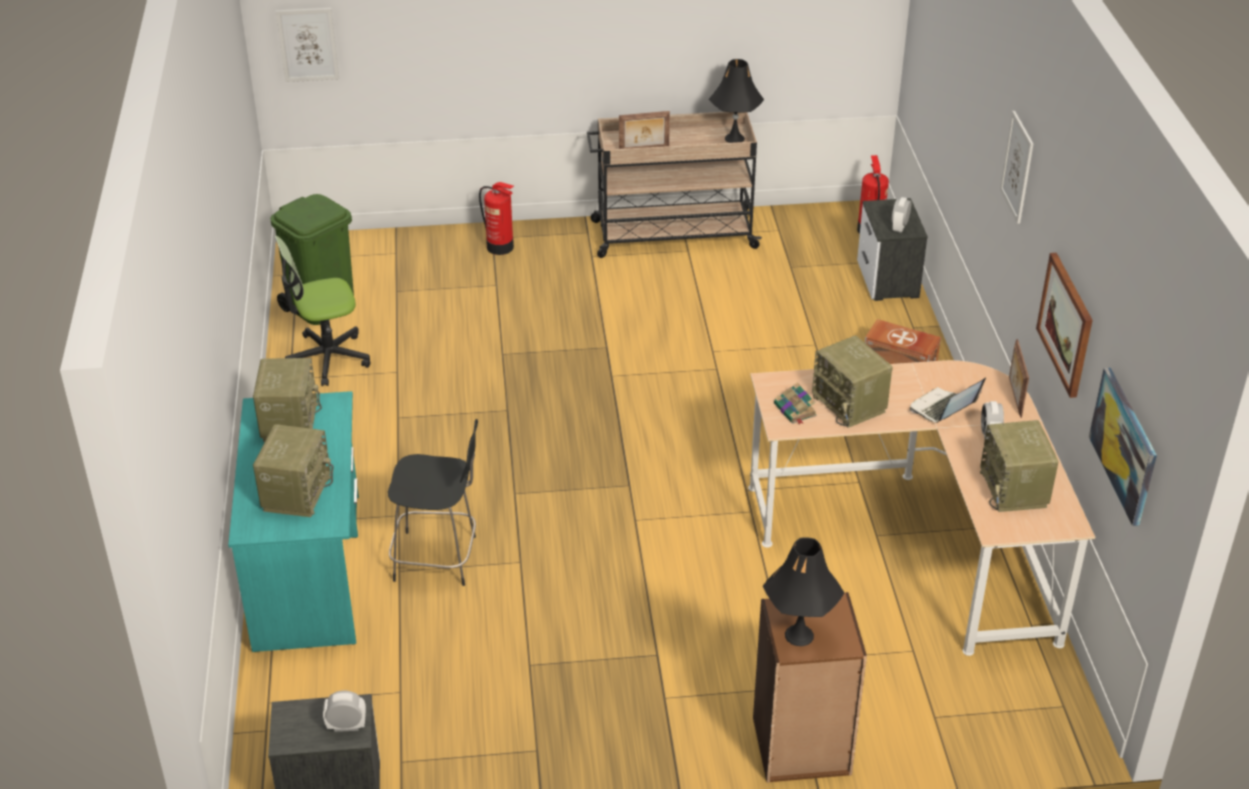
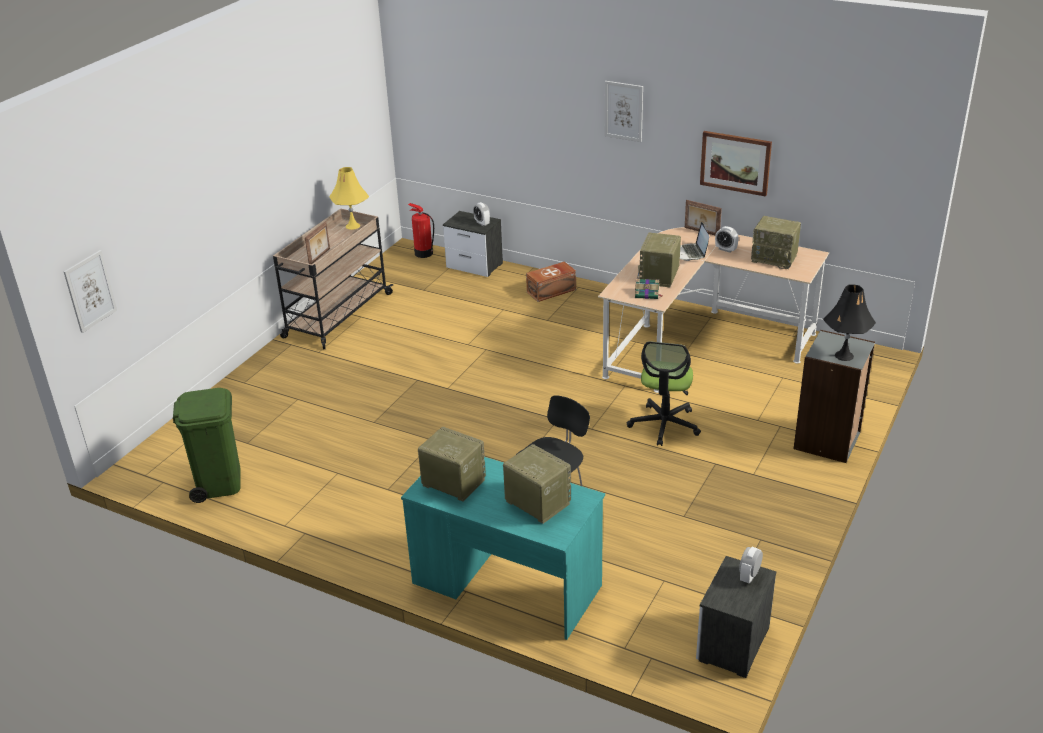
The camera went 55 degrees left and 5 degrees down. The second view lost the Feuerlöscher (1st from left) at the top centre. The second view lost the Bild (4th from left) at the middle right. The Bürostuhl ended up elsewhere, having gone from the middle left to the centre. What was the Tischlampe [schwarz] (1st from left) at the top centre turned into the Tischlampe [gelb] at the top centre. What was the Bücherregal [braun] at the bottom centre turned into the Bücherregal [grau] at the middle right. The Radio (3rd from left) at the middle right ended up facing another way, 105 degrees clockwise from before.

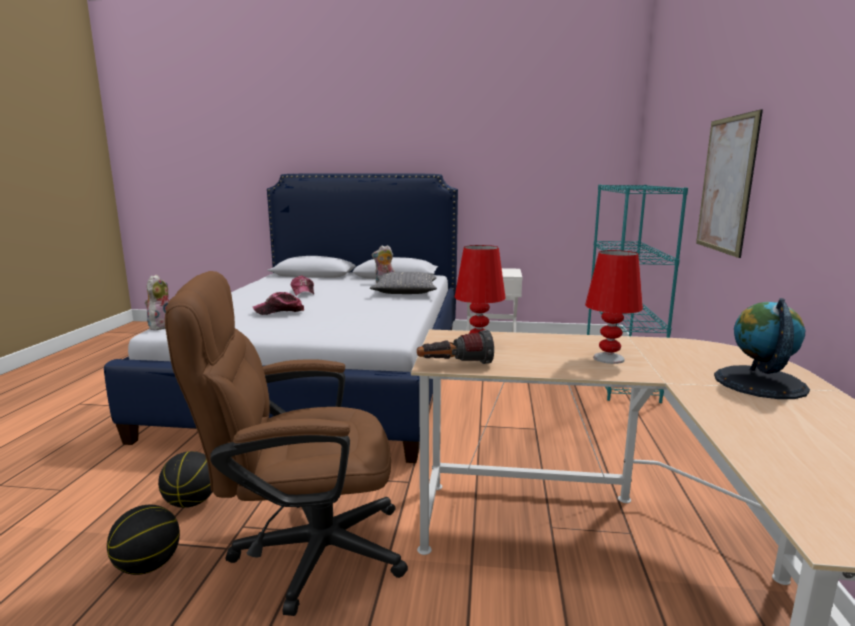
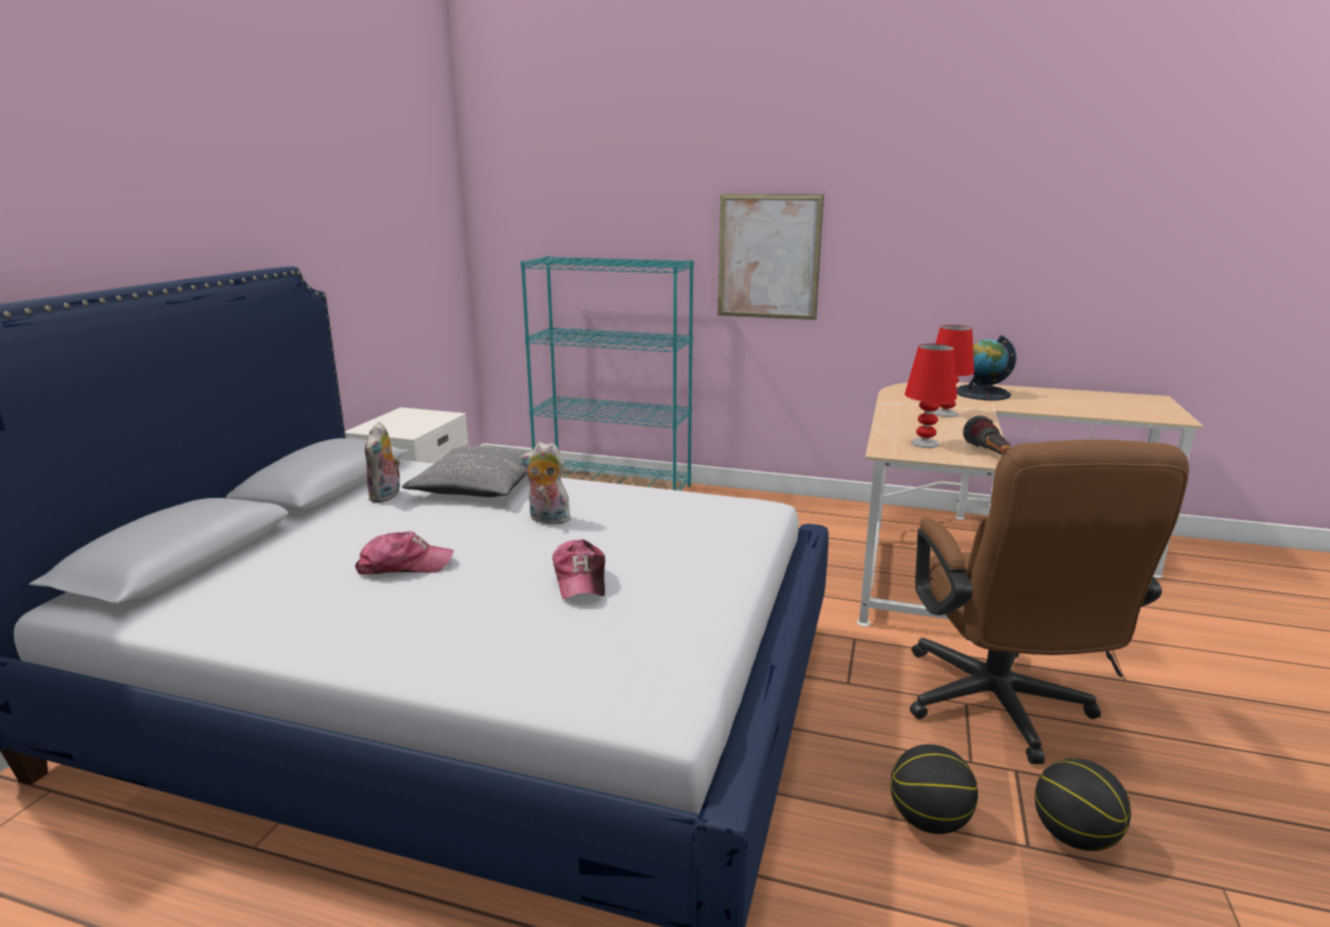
The camera went 80 degrees left and 5 degrees up. The Plüschtier (1st from left in the first image) ended up elsewhere, having gone from the middle left to the centre.

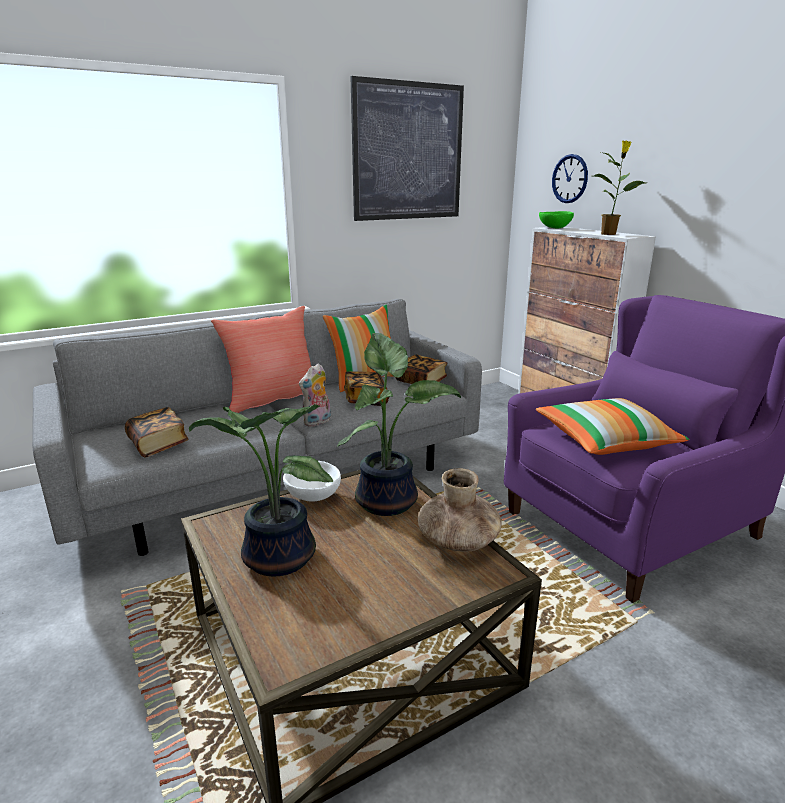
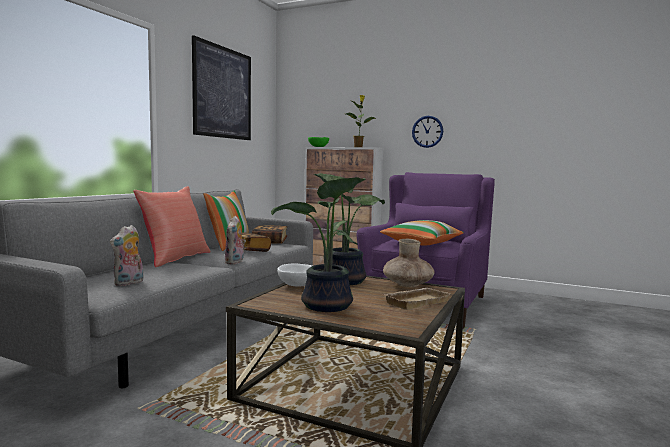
The camera went 35 degrees left and 15 degrees down. The second view gained the Tablett [beige] at the bottom centre. The Wanduhr ended up elsewhere, having gone from the top right to the top centre. Where the Buch (1st from left) stood at the middle left, the Plüschtier (1st from left) came to stand at the middle left.

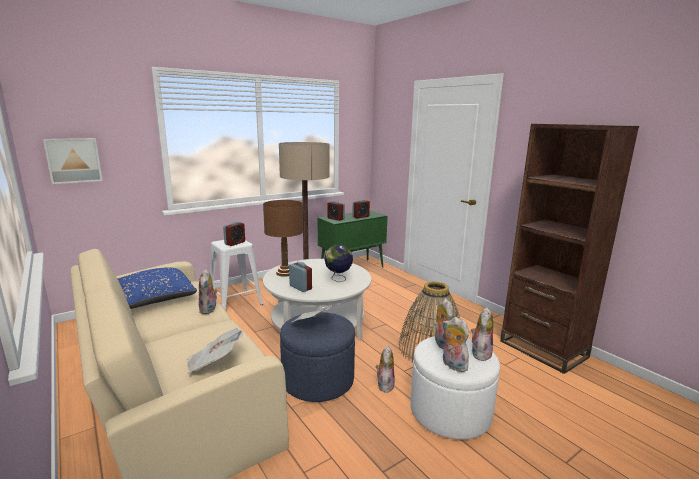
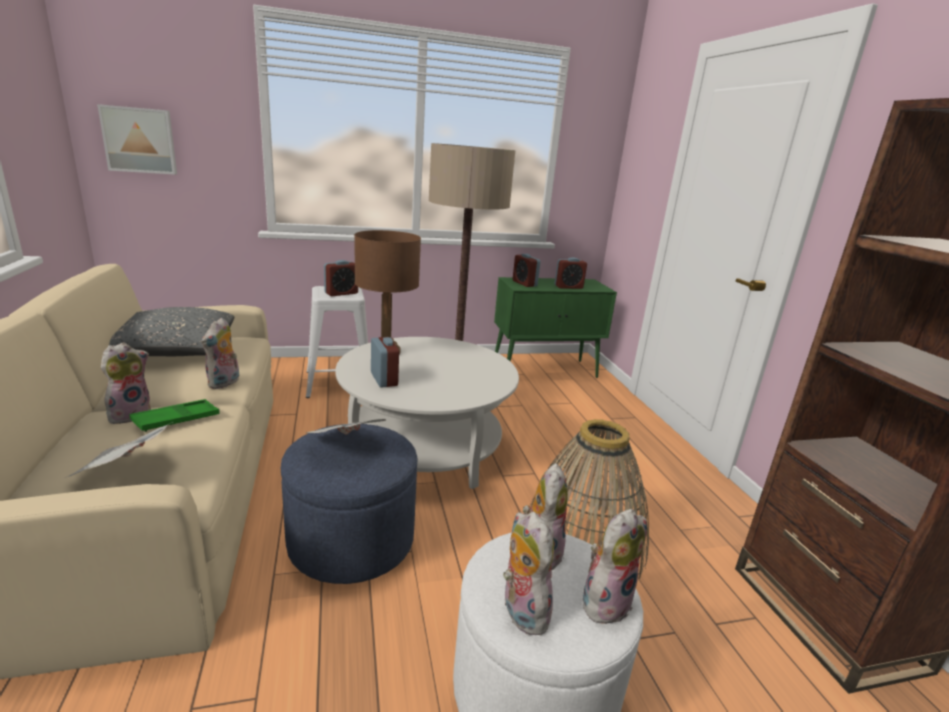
The camera went 20 degrees right and 5 degrees up. The second view lost the Globus at the centre. The second view gained the Tablett [grün] at the middle left. The Plüschtier (2nd from left in the first image) ended up elsewhere, having gone from the bottom centre to the middle left. What was the Kissen [blau] at the middle left turned into the Kissen [grau] at the middle left.

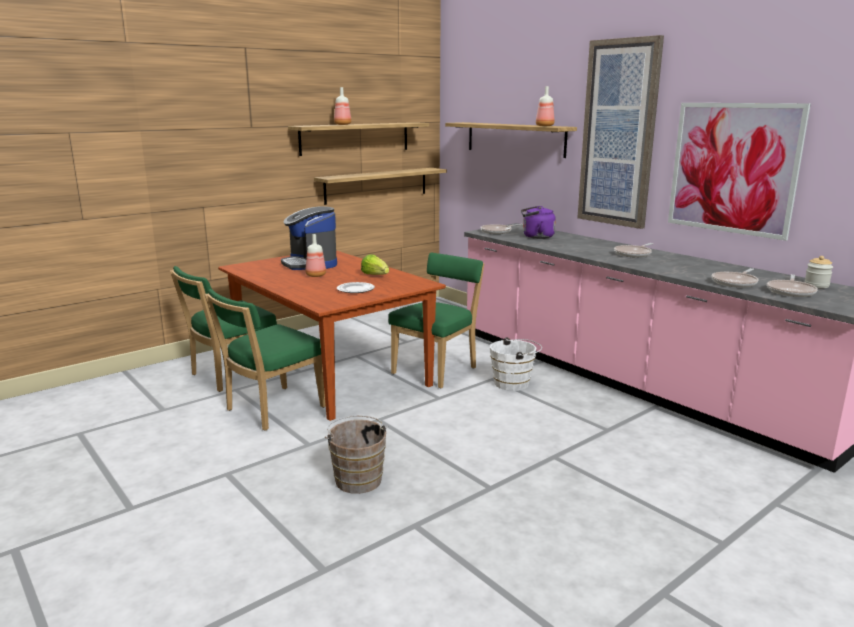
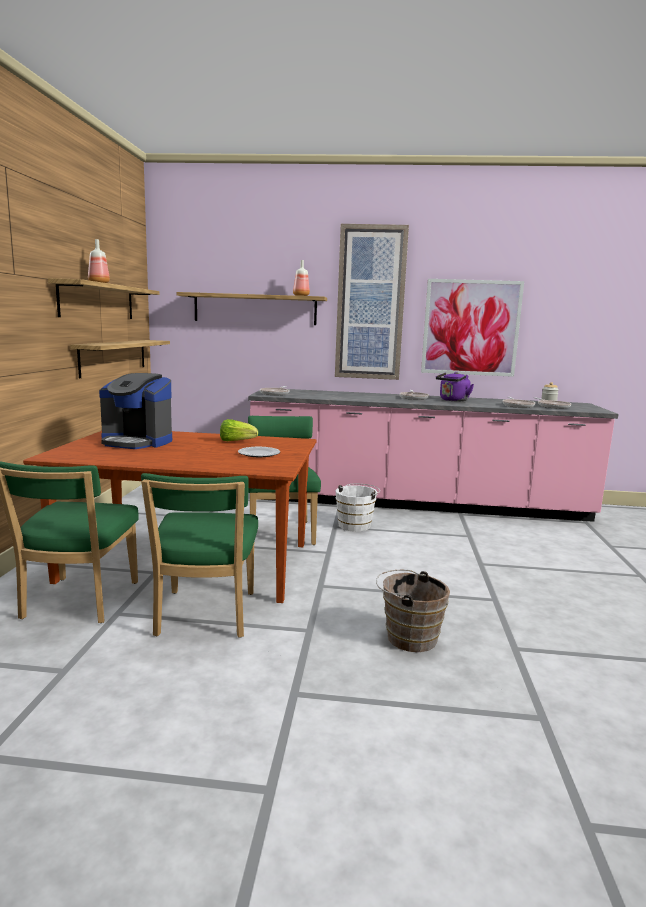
The camera went 45 degrees left and 5 degrees down. The second view lost the Flasche (1st from left) at the centre. The Wasserkessel [lila] ended up elsewhere, having gone from the centre to the middle right.

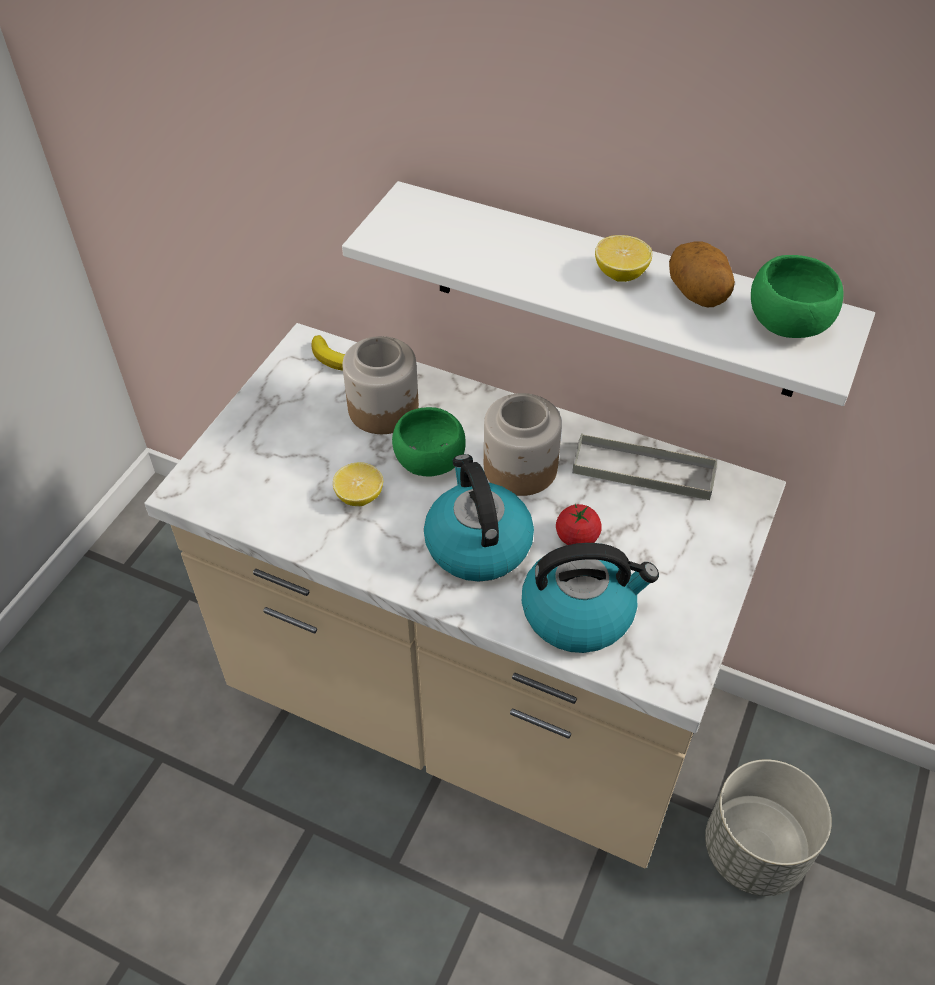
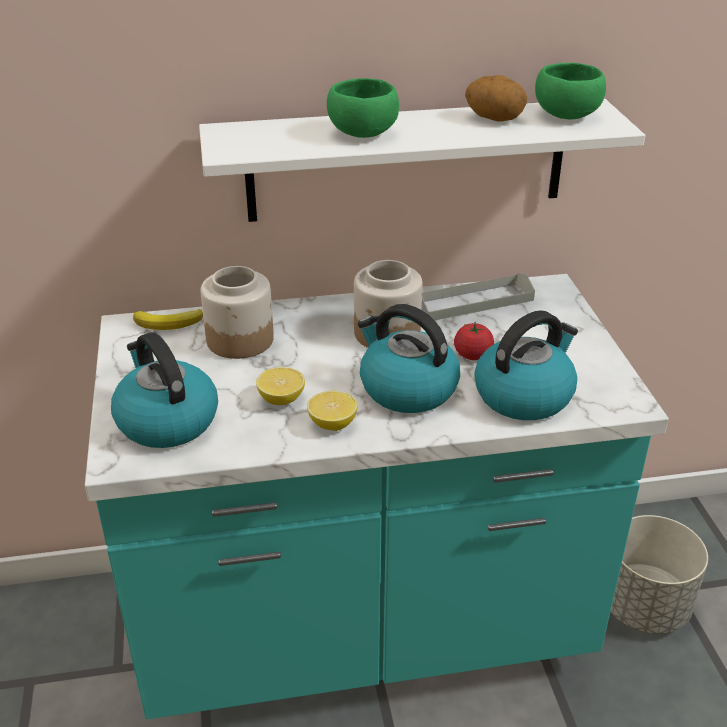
The camera went 35 degrees left and 15 degrees down. The second view gained the Wasserkessel (1st from left) at the middle left. The Schüssel [grün] (1st from left) ended up elsewhere, having gone from the centre to the top centre. The Zitrone (2nd from left) ended up elsewhere, having gone from the top centre to the centre. What was the Küchenzeile [beige] at the centre turned into the Küchenzeile [türkis] at the bottom centre.

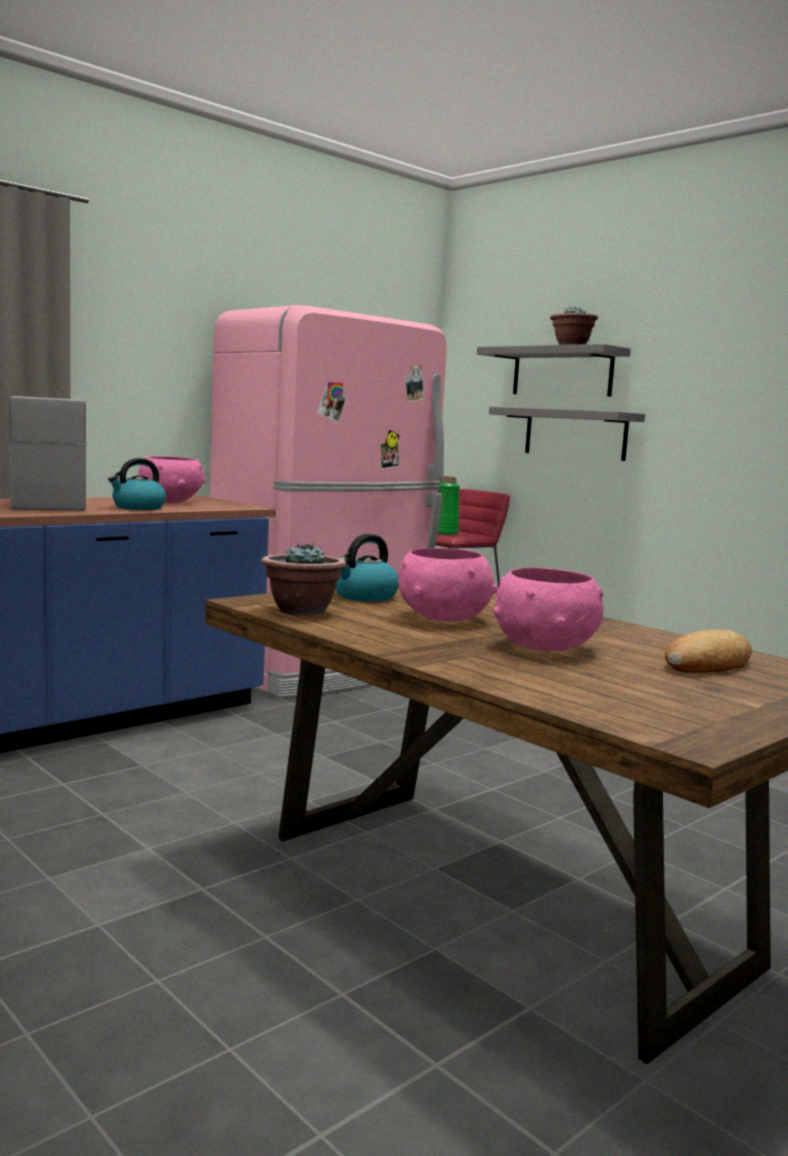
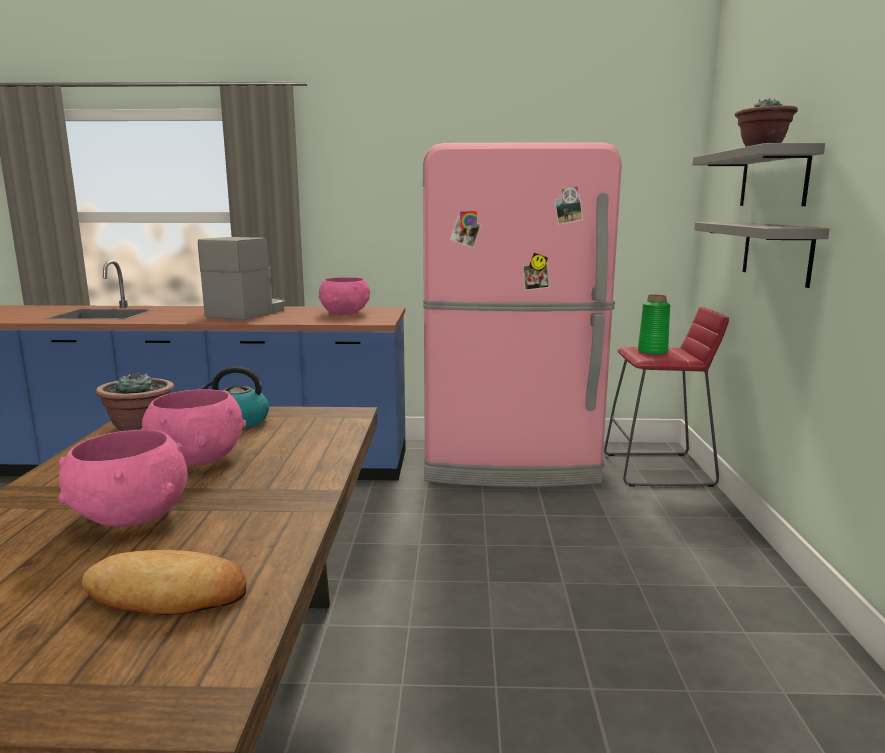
The camera went 45 degrees right and 5 degrees up. The second view lost the Wasserkessel (1st from left) at the middle left.

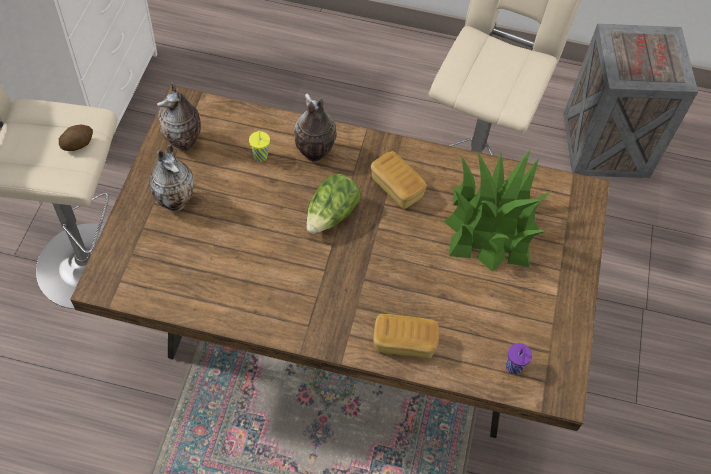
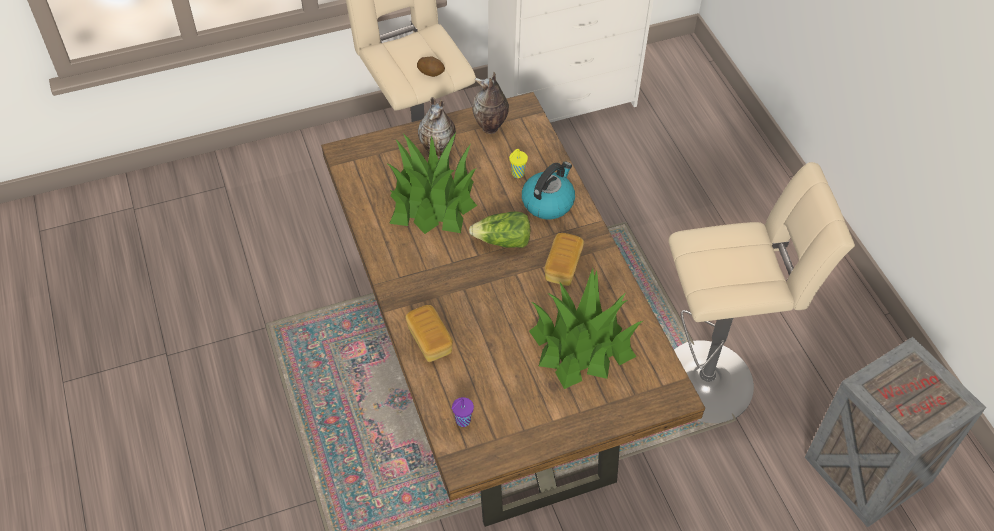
The camera went 60 degrees right and 5 degrees down. The second view gained the Topfpflanze (1st from left) at the centre. Where the Vase (3rd from left) stood at the top centre, the Wasserkessel came to stand at the centre.

